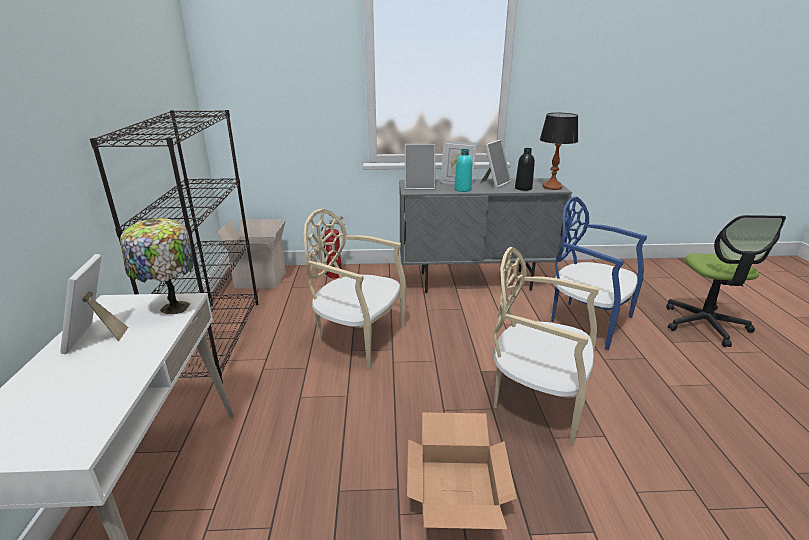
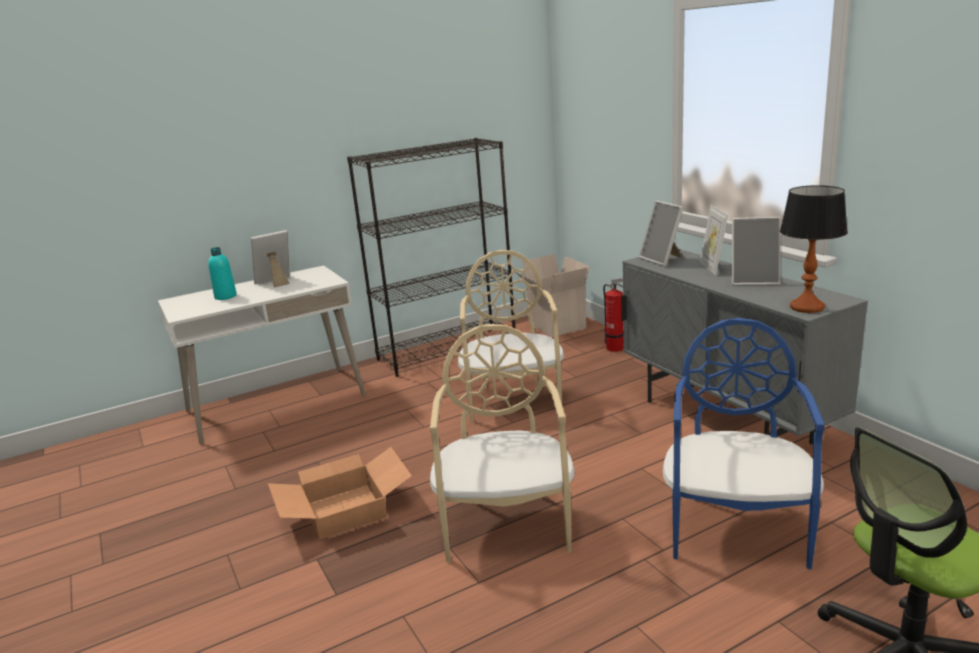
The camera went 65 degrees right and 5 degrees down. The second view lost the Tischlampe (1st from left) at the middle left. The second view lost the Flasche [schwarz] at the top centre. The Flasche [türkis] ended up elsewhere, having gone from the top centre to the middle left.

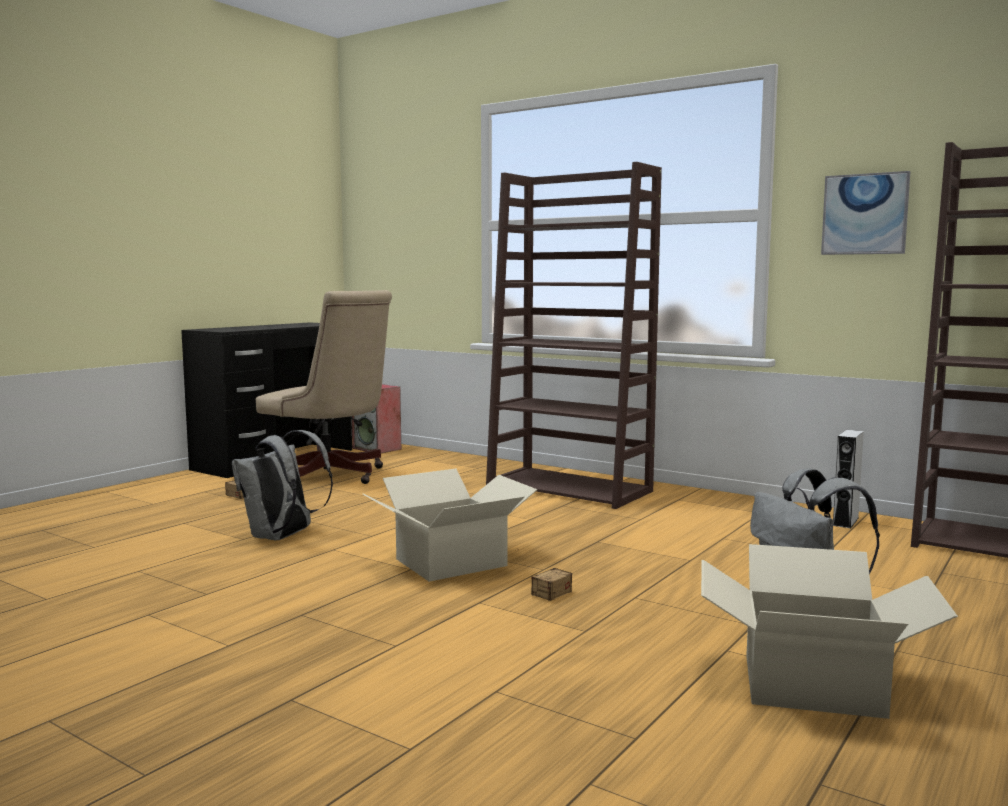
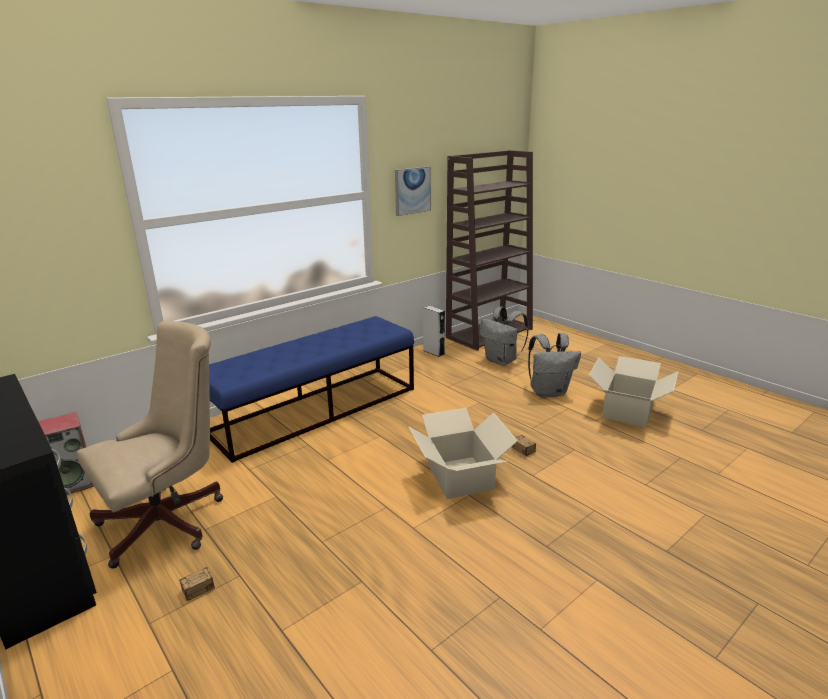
The camera went 75 degrees left and 15 degrees up. The Rucksack [grau] (1st from left) ended up elsewhere, having gone from the middle left to the centre. Where the Bücherregal [braun] (1st from left) stood at the centre, the Bank [blau] came to stand at the centre.

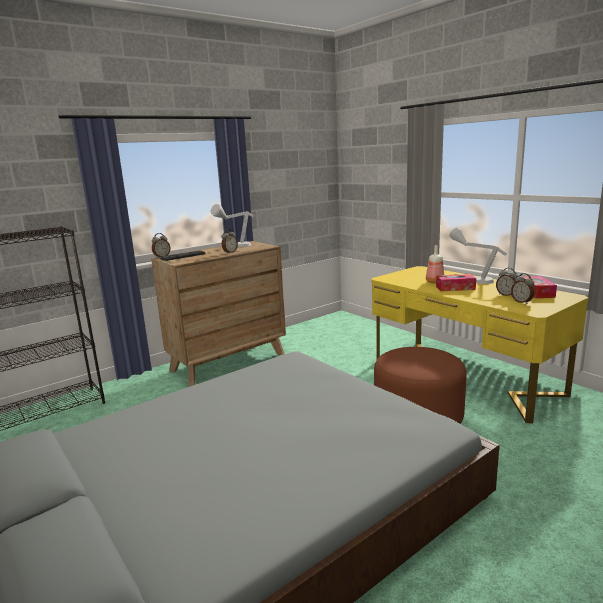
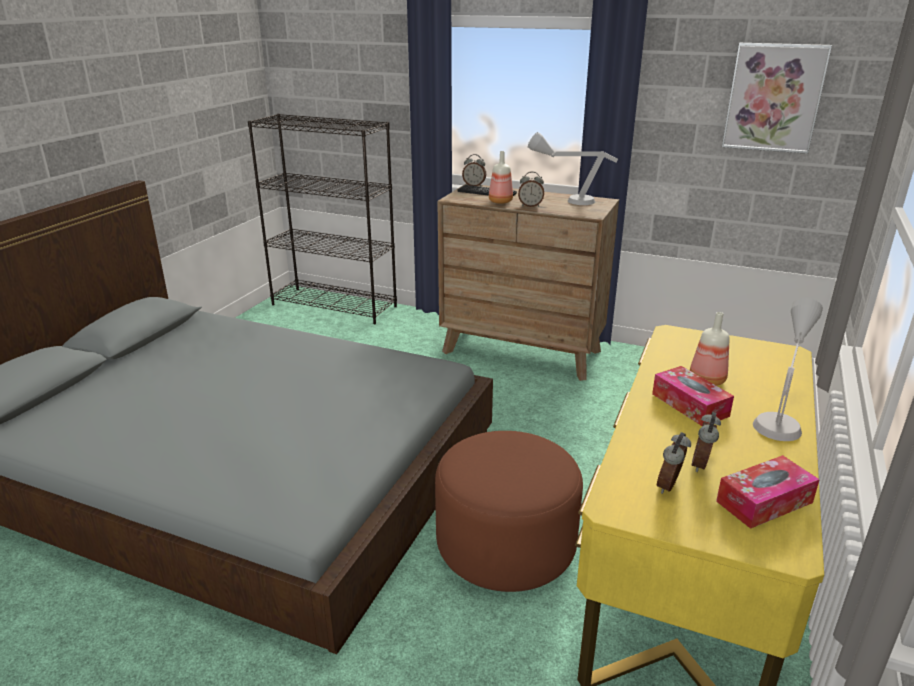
The camera went 60 degrees right and 10 degrees up. The second view gained the Flasche (1st from left) at the top centre. The second view gained the Bild at the top right.

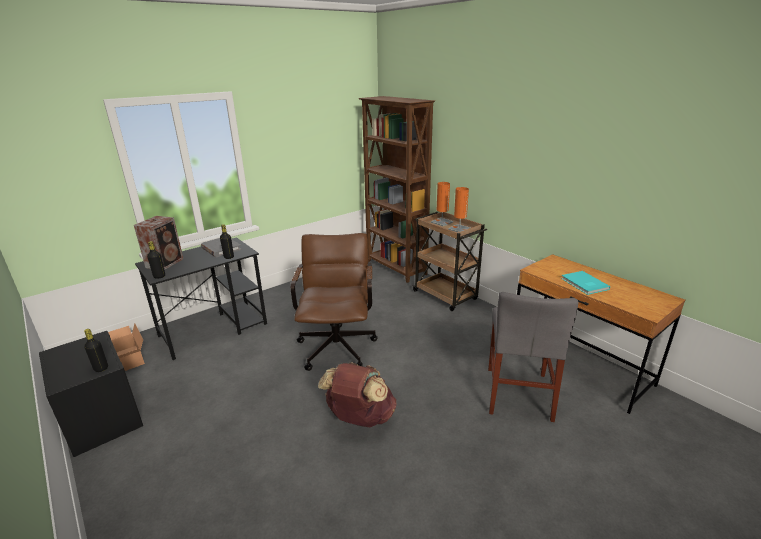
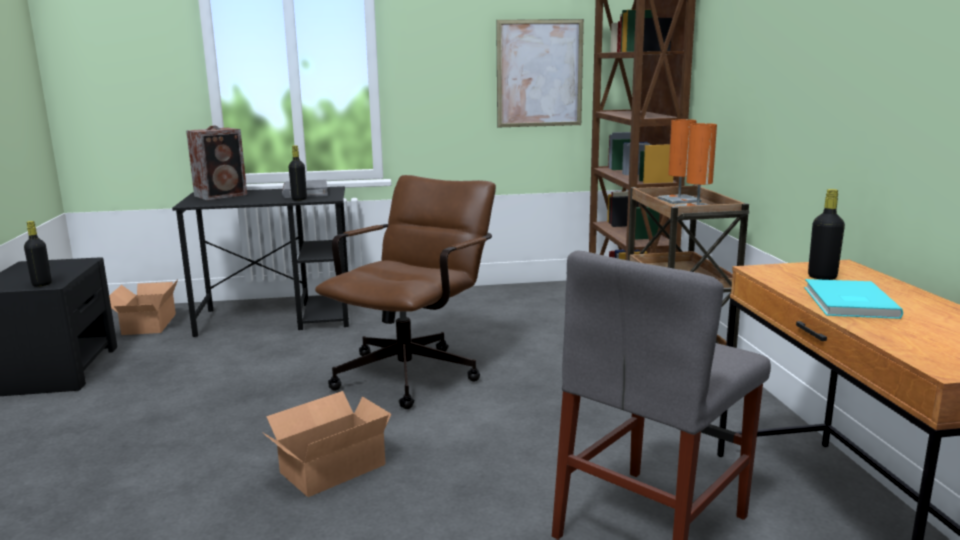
The camera went 30 degrees right and 10 degrees down. The second view gained the Bild at the top centre. The Flasche [schwarz] (2nd from left in the first image) ended up elsewhere, having gone from the middle left to the middle right. Where the Rucksack [braun] stood at the bottom centre, the Karton (2nd from left) came to stand at the bottom centre.

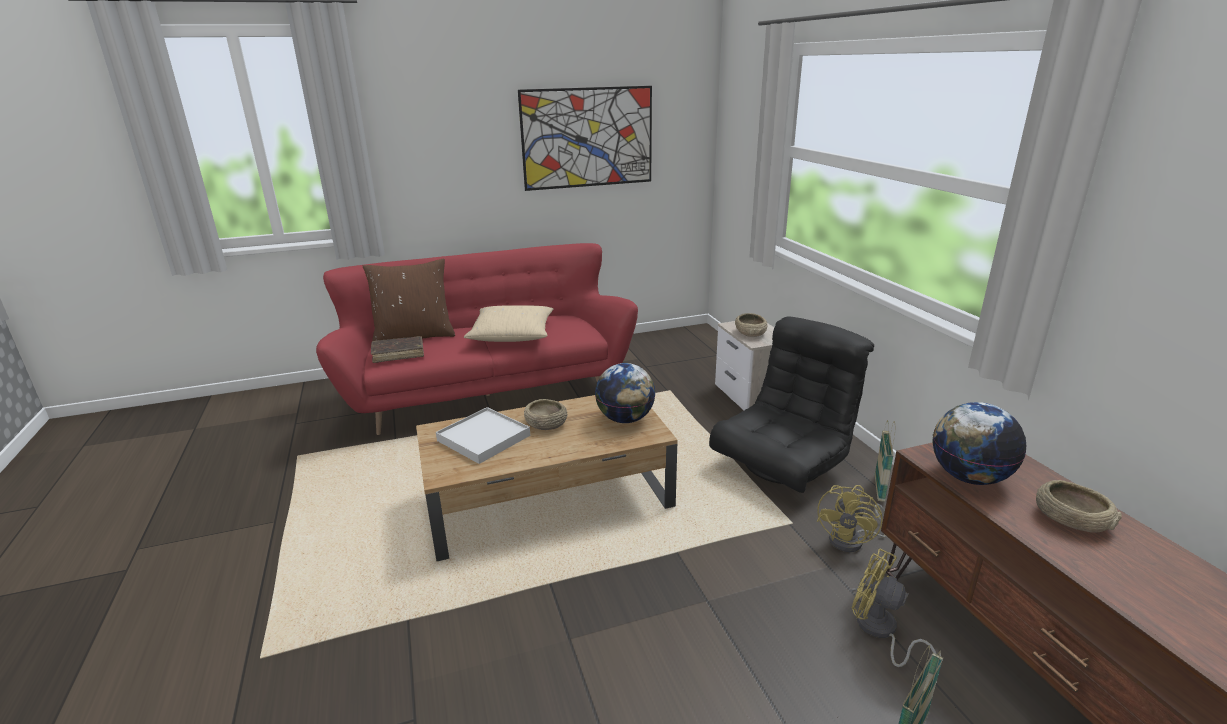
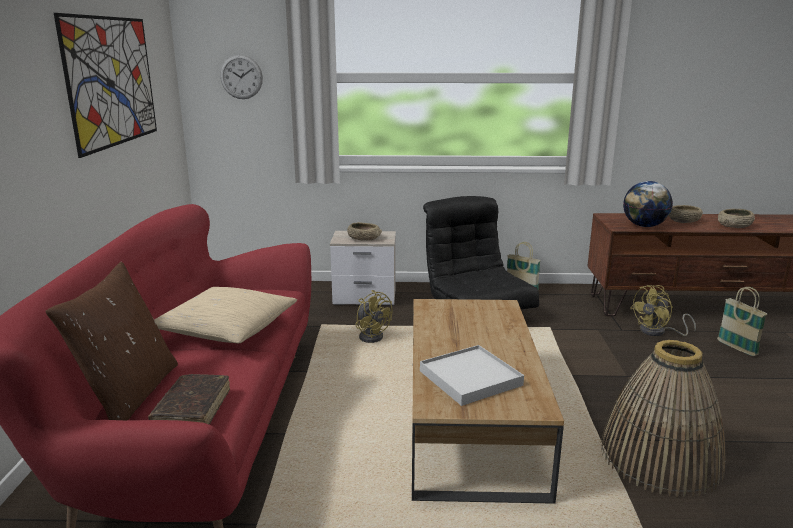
The camera went 70 degrees left and 5 degrees down. The second view lost the Globus (1st from left) at the centre. The second view gained the Wanduhr at the top left. The second view gained the Korb (2nd from left) at the bottom right. The Schüssel [beige] (1st from left in the first image) ended up elsewhere, having gone from the centre to the middle right. The Ventilator [gelb] (1st from left) ended up elsewhere, having gone from the bottom right to the centre.

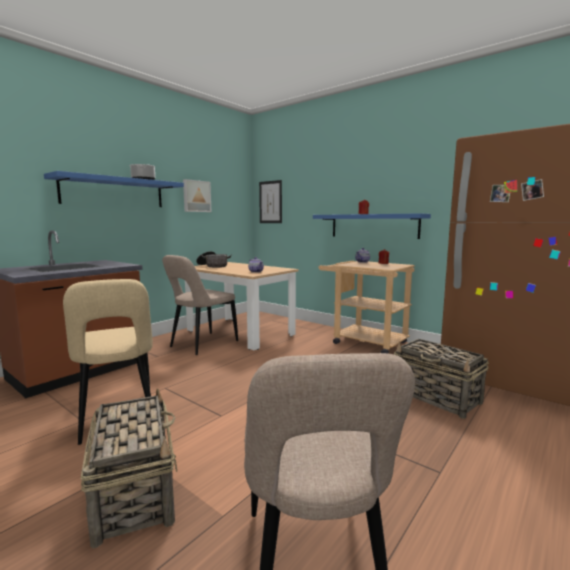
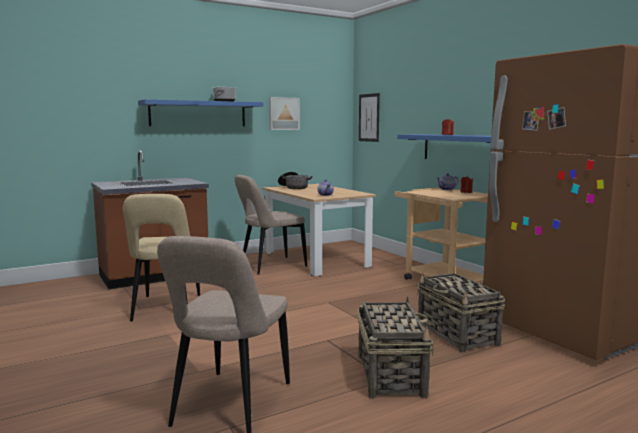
The camera went 20 degrees right and 0 degrees up. The Korb (1st from left) ended up elsewhere, having gone from the bottom left to the bottom centre.

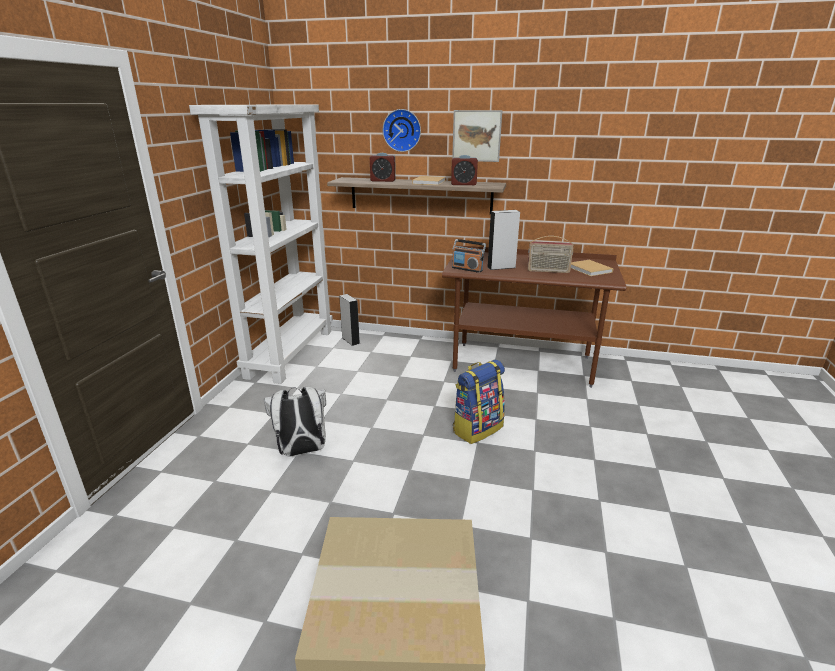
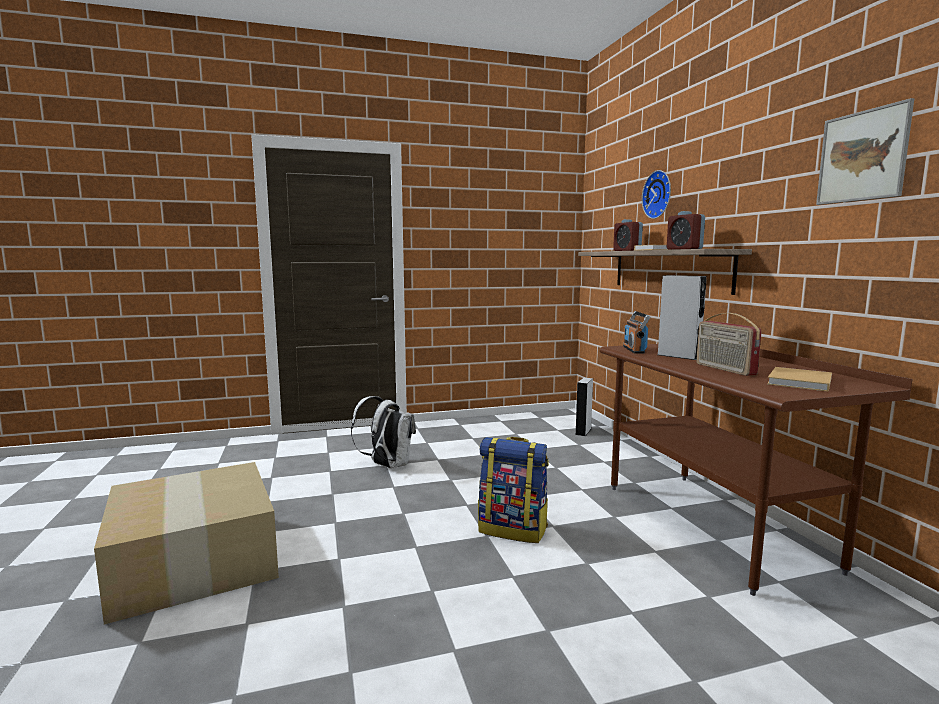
The camera went 60 degrees right and 15 degrees down. The second view lost the Bücherregal [weiß] at the middle left. The Bild ended up elsewhere, having gone from the top centre to the top right.

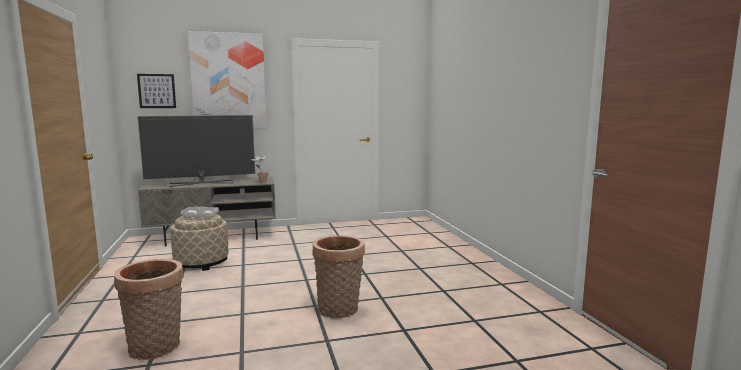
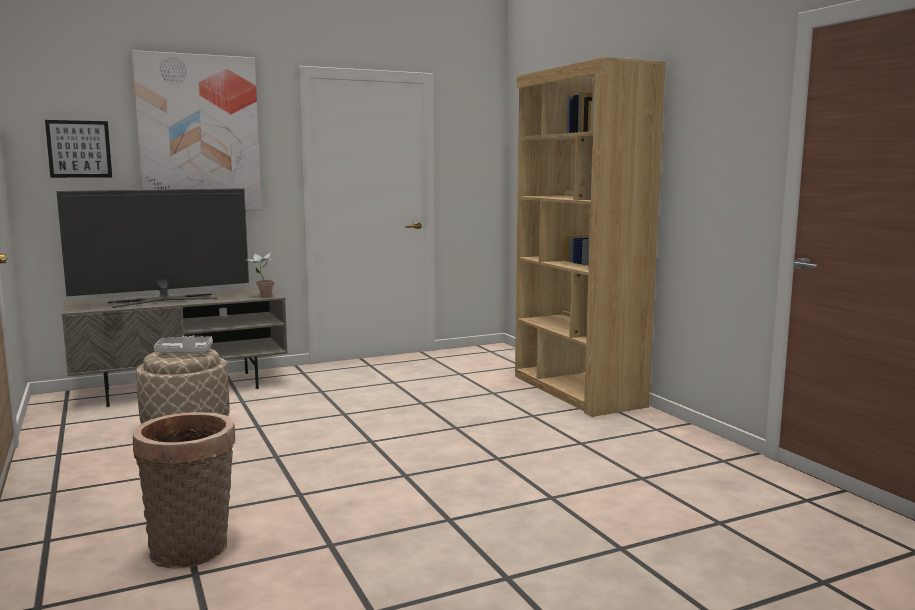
The camera went 10 degrees left and 0 degrees up. The second view lost the Korb (2nd from left) at the bottom centre. The second view gained the Bücherregal [braun] at the centre.

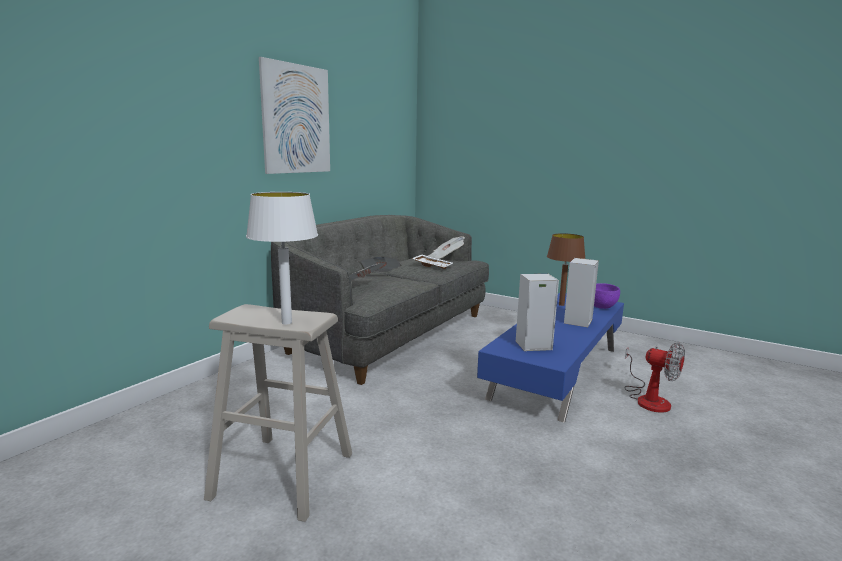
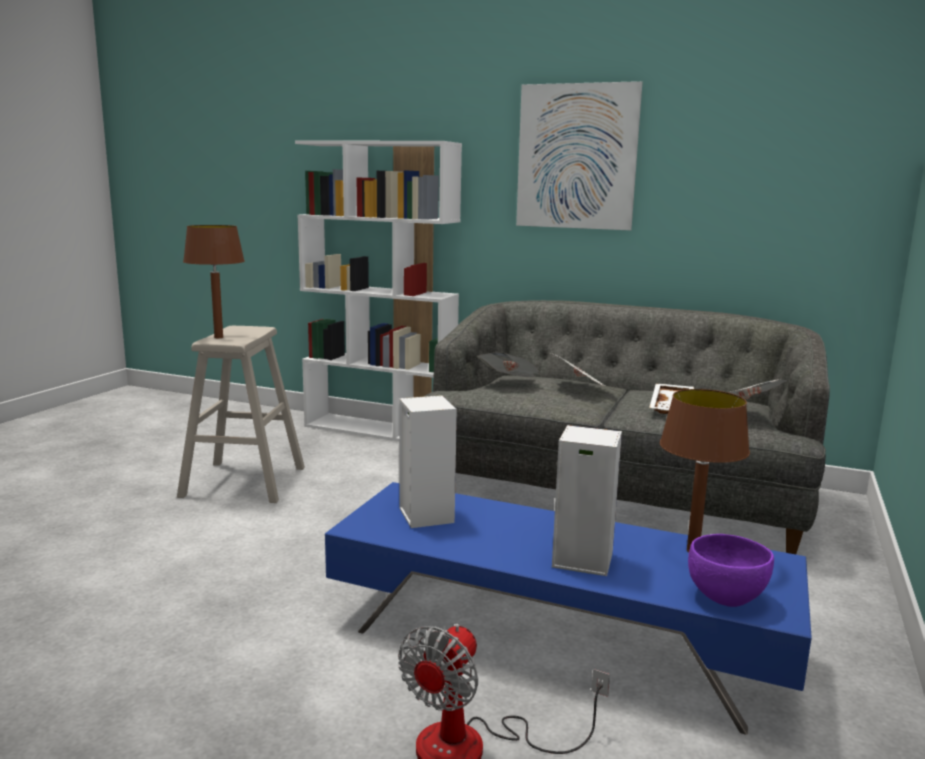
The camera went 80 degrees right and 0 degrees up. The second view gained the Bücherregal [weiß] at the centre. What was the Tischlampe [weiß] at the centre turned into the Tischlampe [braun] (1st from left) at the middle left.

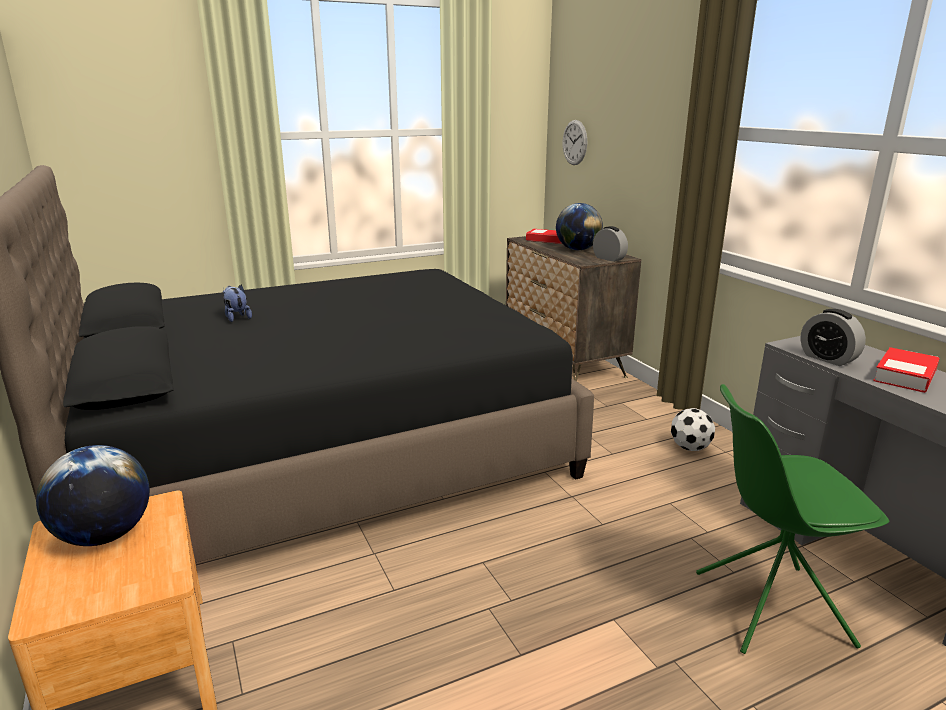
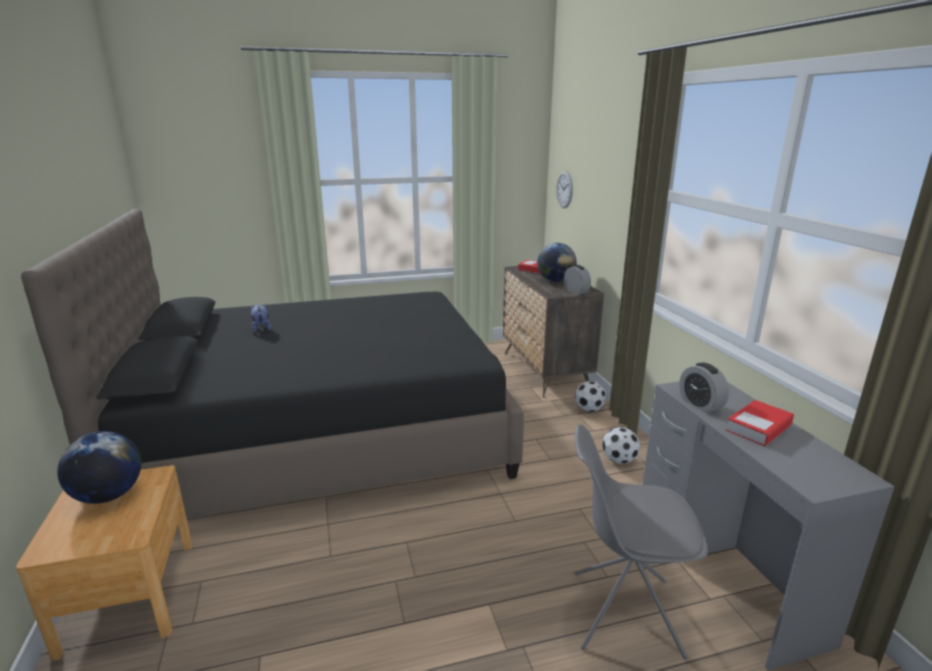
The camera went 10 degrees right and 0 degrees up. The second view gained the Fußball (1st from left) at the centre. What was the Stuhl [grün] at the bottom right turned into the Stuhl [grau] at the bottom right.

